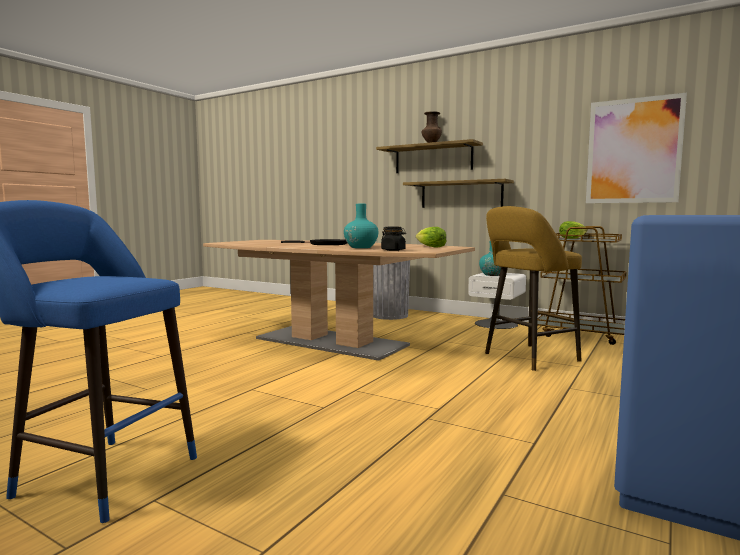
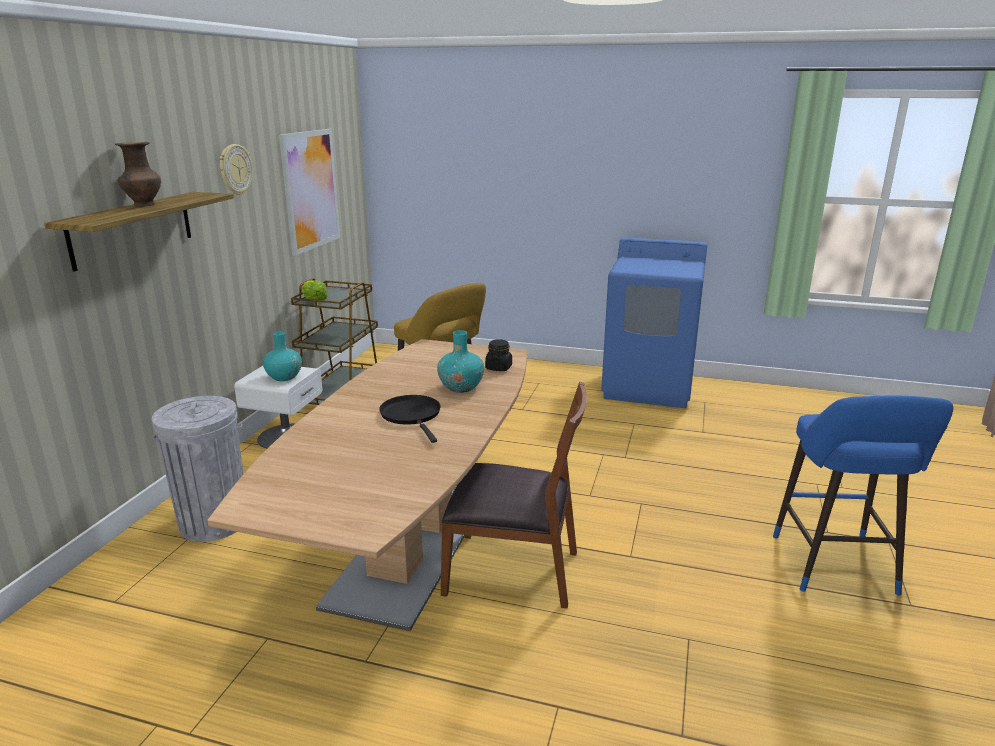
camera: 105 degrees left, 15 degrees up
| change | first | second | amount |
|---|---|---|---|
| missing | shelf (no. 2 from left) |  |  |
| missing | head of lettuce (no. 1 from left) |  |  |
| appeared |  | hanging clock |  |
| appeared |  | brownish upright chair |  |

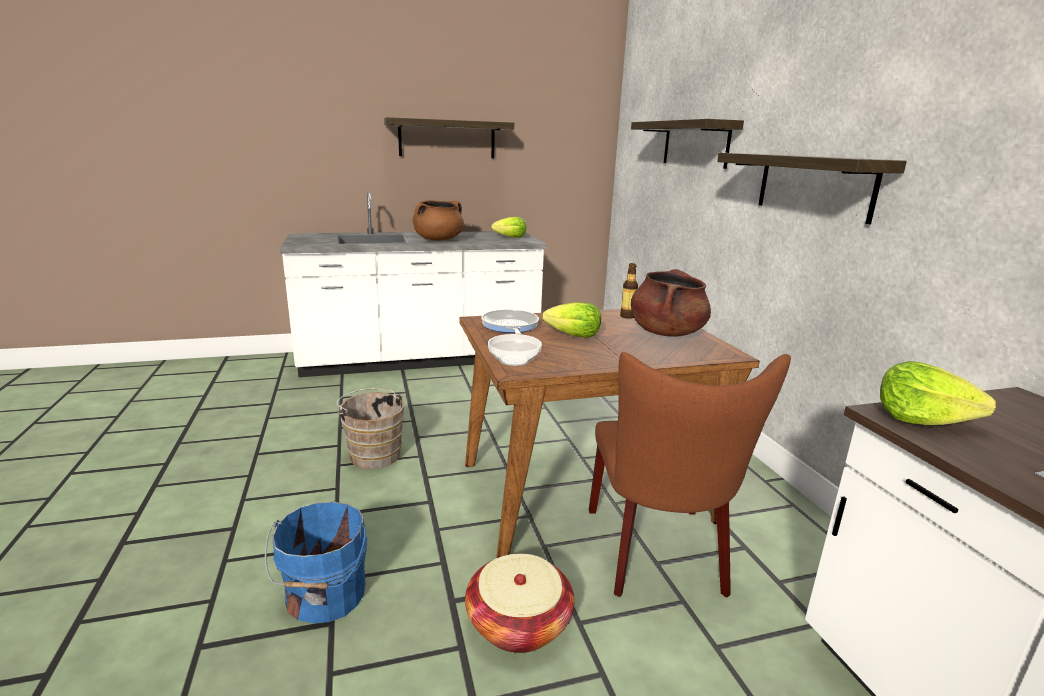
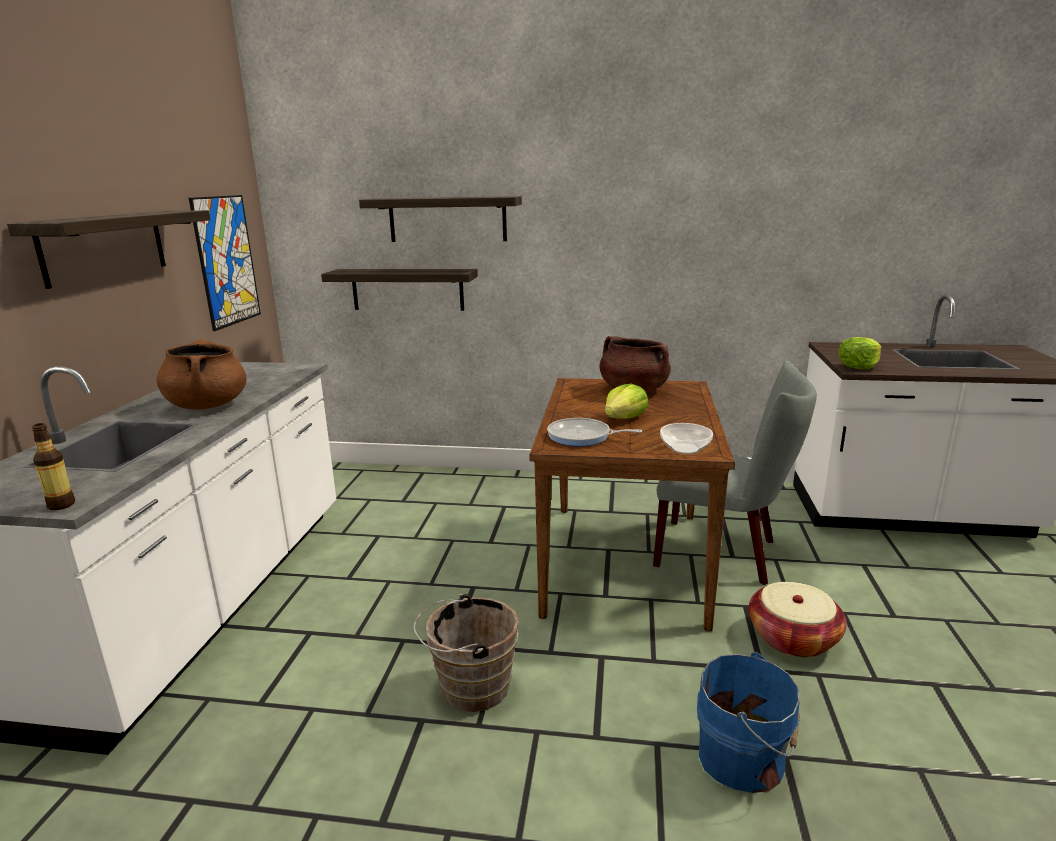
camera: 65 degrees left, 0 degrees up
| change | first | second | amount |
|---|---|---|---|
| missing | head of lettuce (no. 1 from left) |  |  |
| appeared |  | picture |  |
| relocated | bottle |  |  |
| relocated | shelf (no. 3 from left in the first image) | shelf (no. 2 from left) |  |
| colour | brownish upright chair | grey upright chair |  |

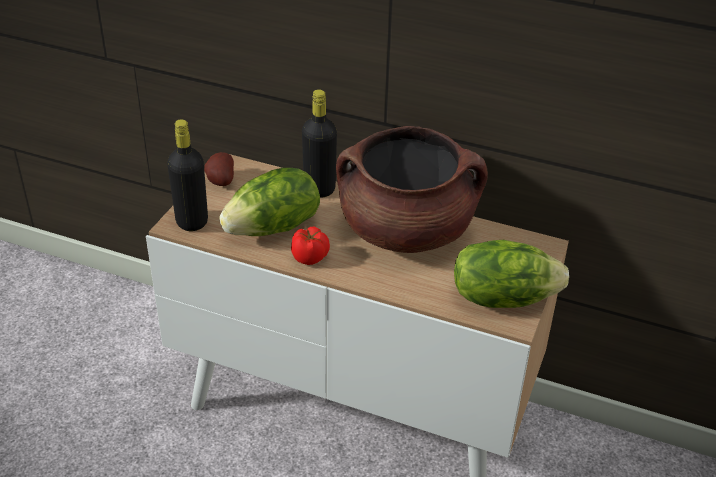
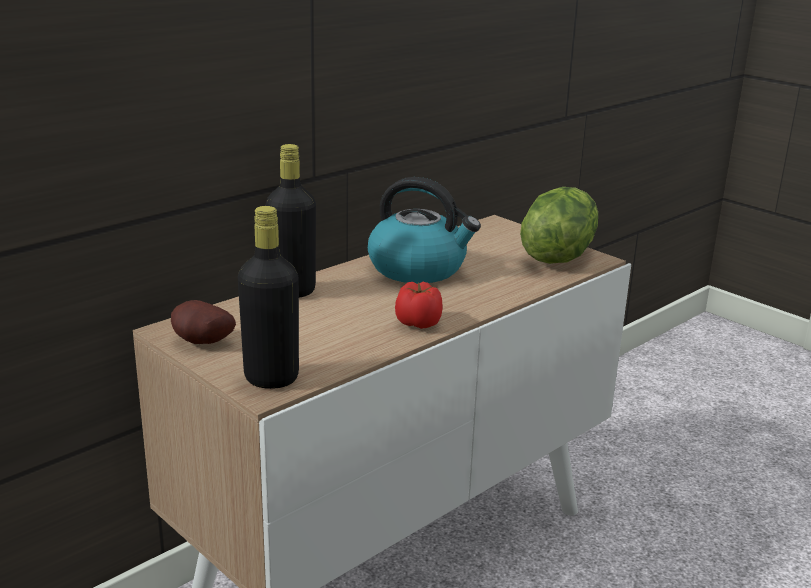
camera: 65 degrees left, 15 degrees down
| change | first | second | amount |
|---|---|---|---|
| missing | head of lettuce (no. 1 from left) |  |  |
| exchanged | brownish cooking pot | water kettle |  |

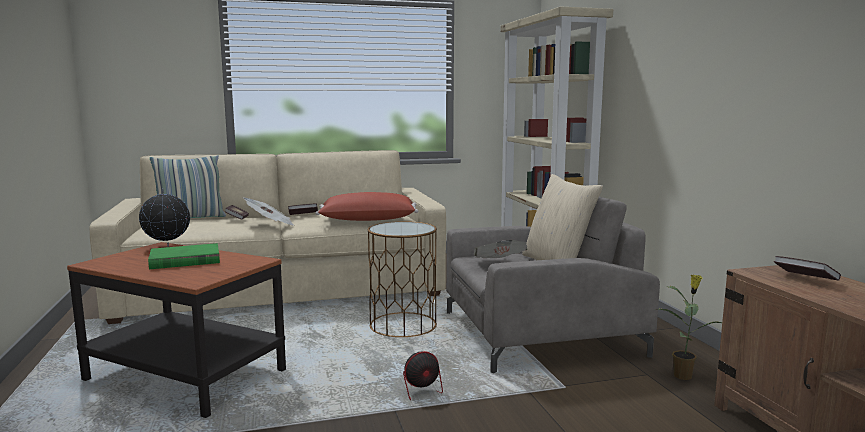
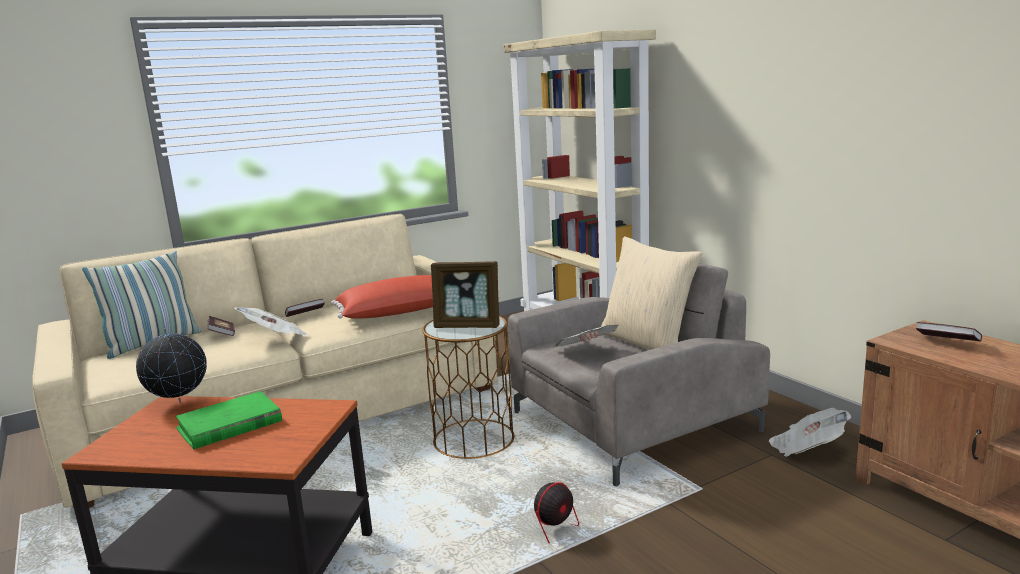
camera: 15 degrees left, 5 degrees up
| change | first | second | amount |
|---|---|---|---|
| appeared |  | standing frame |  |
| exchanged | plant in a pot | printed paper (no. 3 from left) |  |

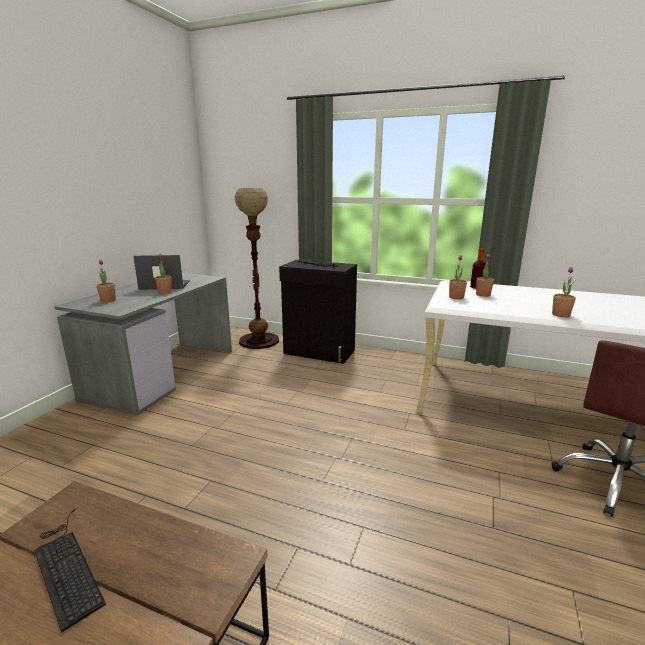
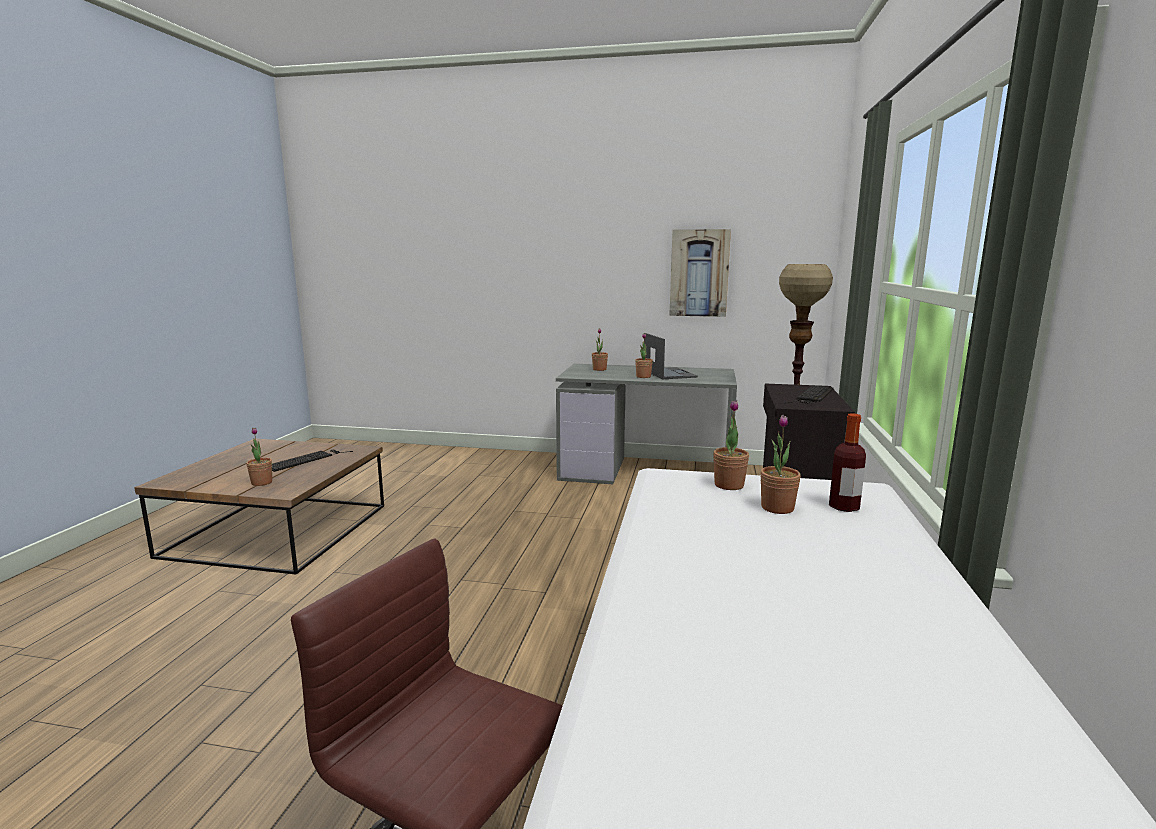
camera: 80 degrees right, 5 degrees down
| change | first | second | amount |
|---|---|---|---|
| appeared |  | picture |  |
| relocated | plant in a pot (no. 5 from left in the first image) | plant in a pot (no. 1 from left) |  |

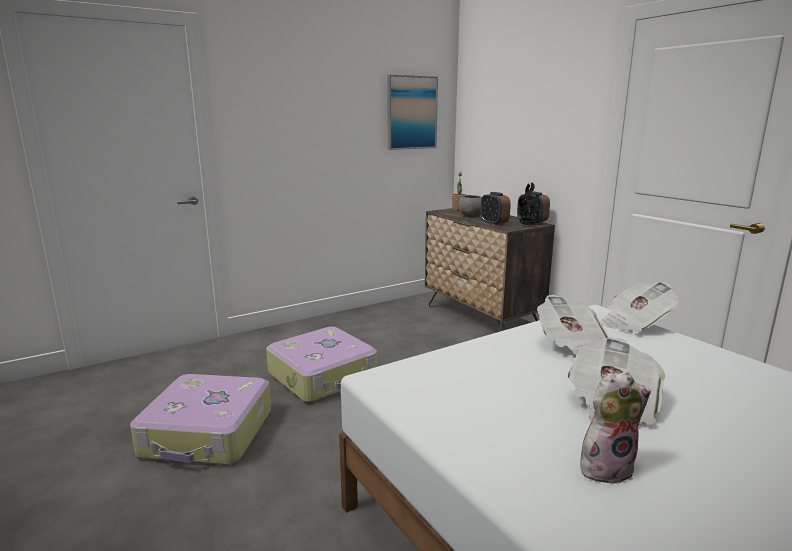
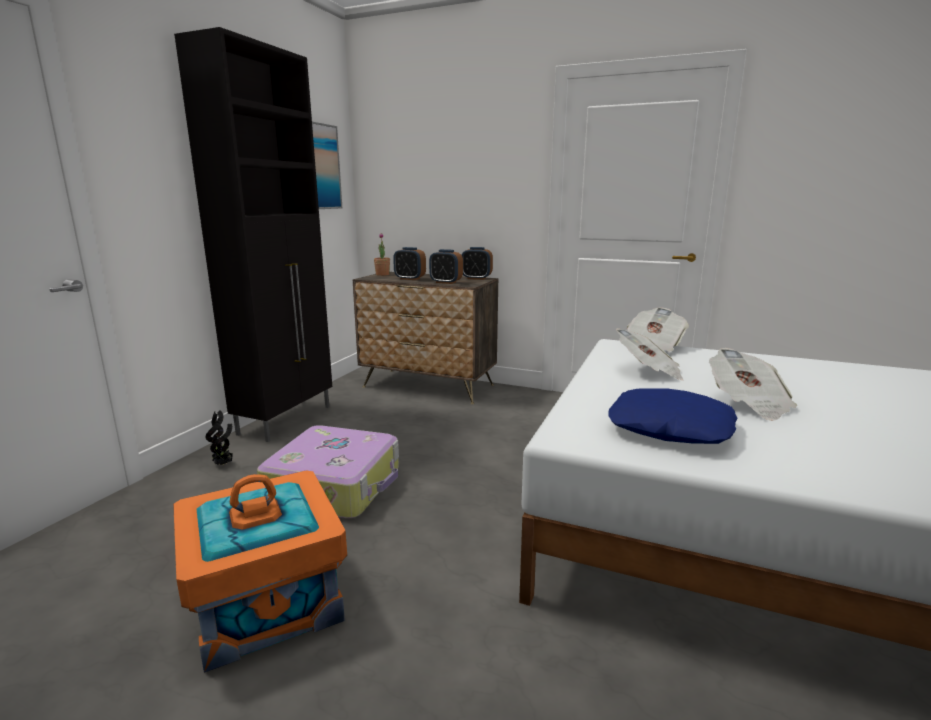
camera: 35 degrees left, 0 degrees up
| change | first | second | amount |
|---|---|---|---|
| missing | plush toy |  |  |
| appeared |  | blackish cupboard |  |
| appeared |  | bluish cushion |  |
| relocated | plant in a pot (no. 2 from left in the first image) | plant in a pot (no. 1 from left) |  |
| exchanged | suitcase (no. 1 from left) | orangey storage box |  |
| exchanged | grey bowl | table clock (no. 1 from left) |  |

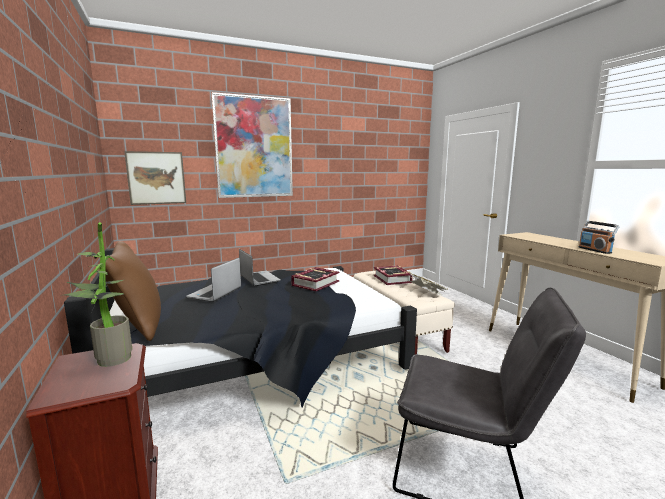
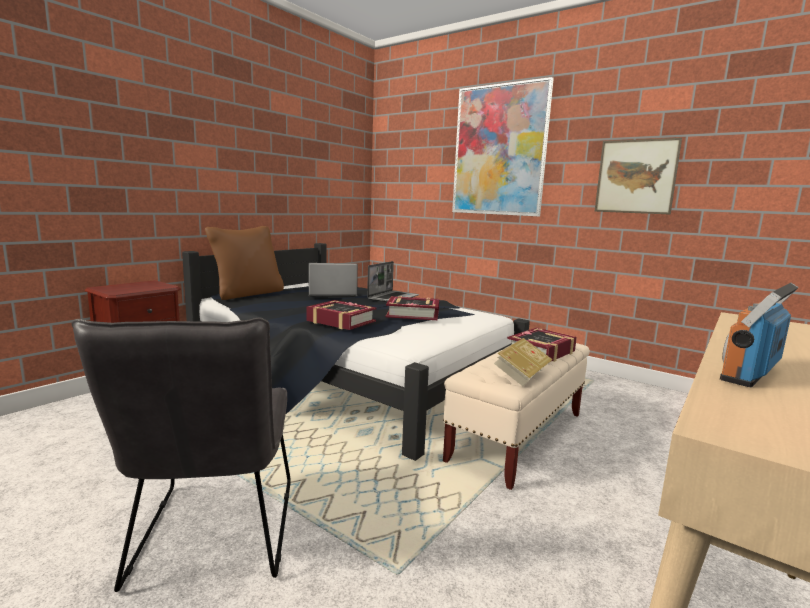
camera: 60 degrees right, 0 degrees up
| change | first | second | amount |
|---|---|---|---|
| missing | plant in a pot |  |  |
| appeared |  | volume (no. 1 from left) |  |
| relocated | picture (no. 1 from left in the first image) | picture (no. 2 from left) |  |

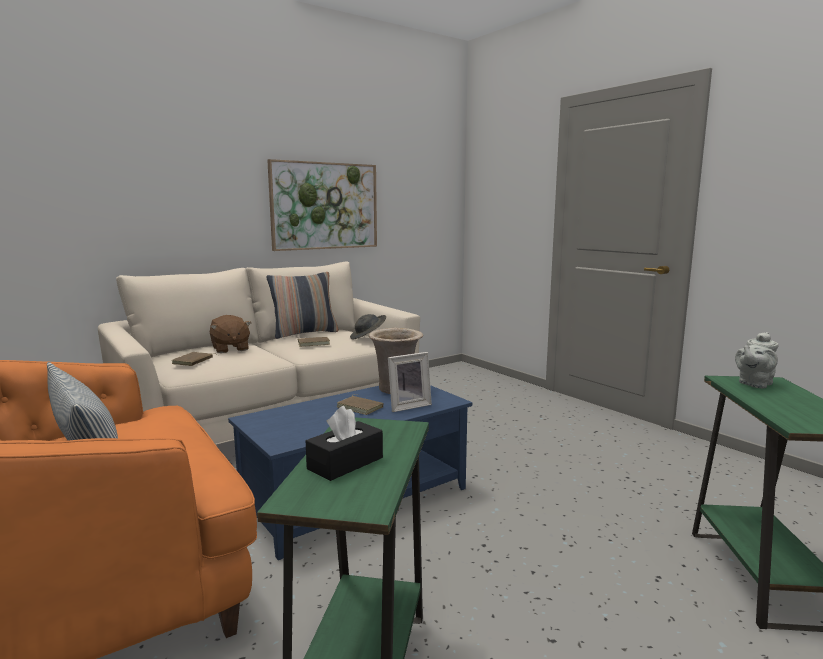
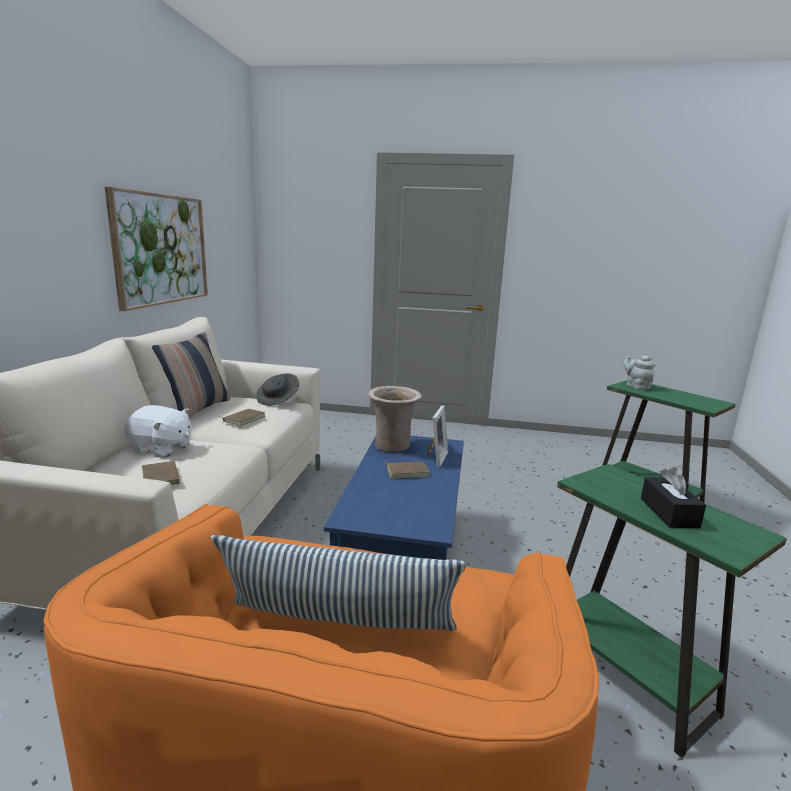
camera: 45 degrees left, 5 degrees up
| change | first | second | amount |
|---|---|---|---|
| colour | brownish plush toy | whitish plush toy |  |
| spun | grey tea pot |  | 150 degrees clockwise |

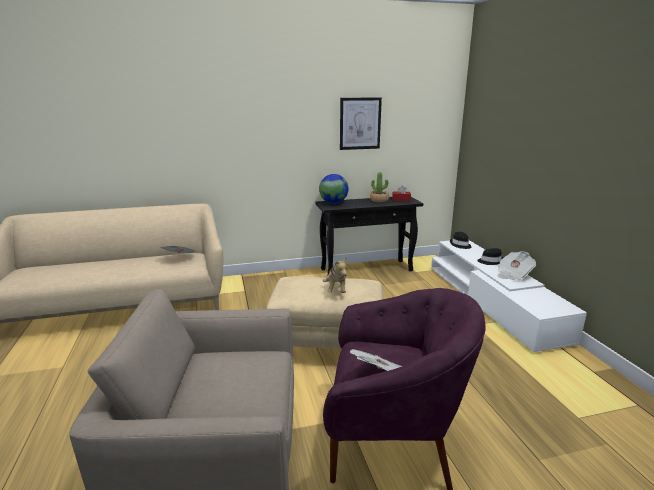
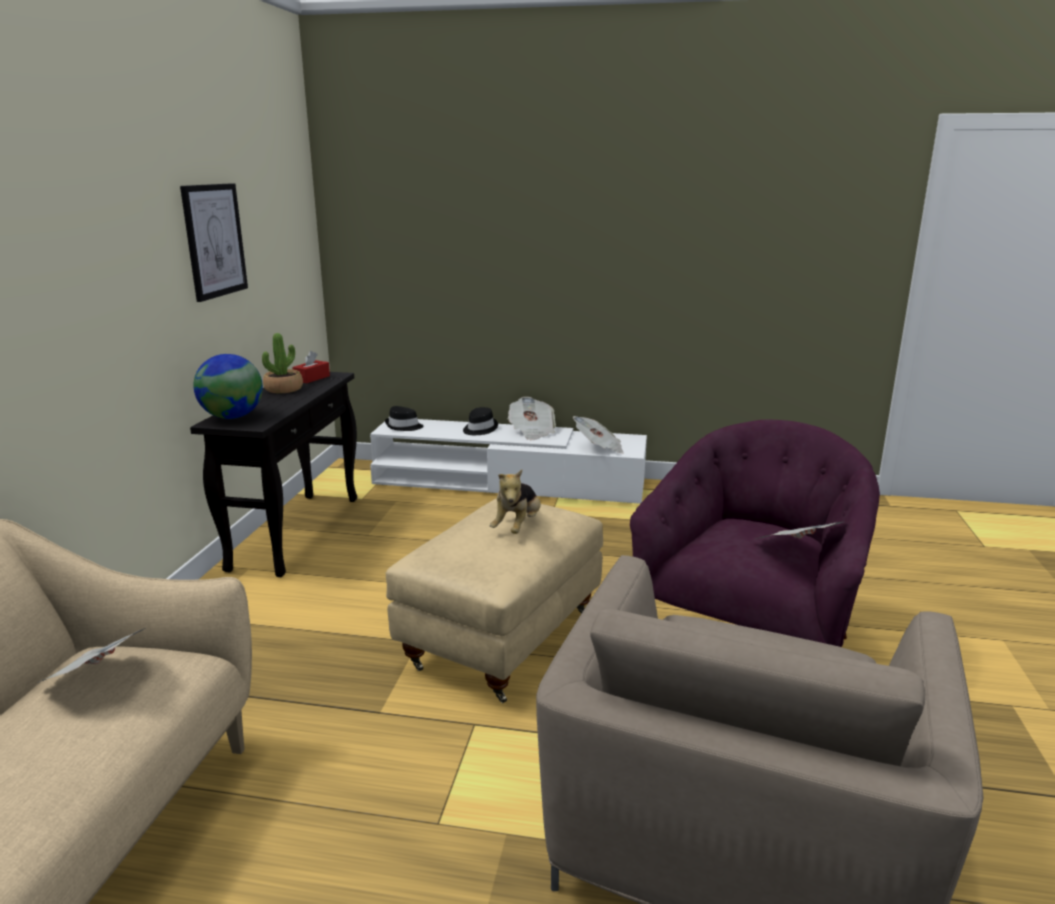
camera: 65 degrees left, 0 degrees up
| change | first | second | amount |
|---|---|---|---|
| appeared |  | printed paper (no. 3 from left) |  |
| spun | plush toy |  | 90 degrees clockwise |

